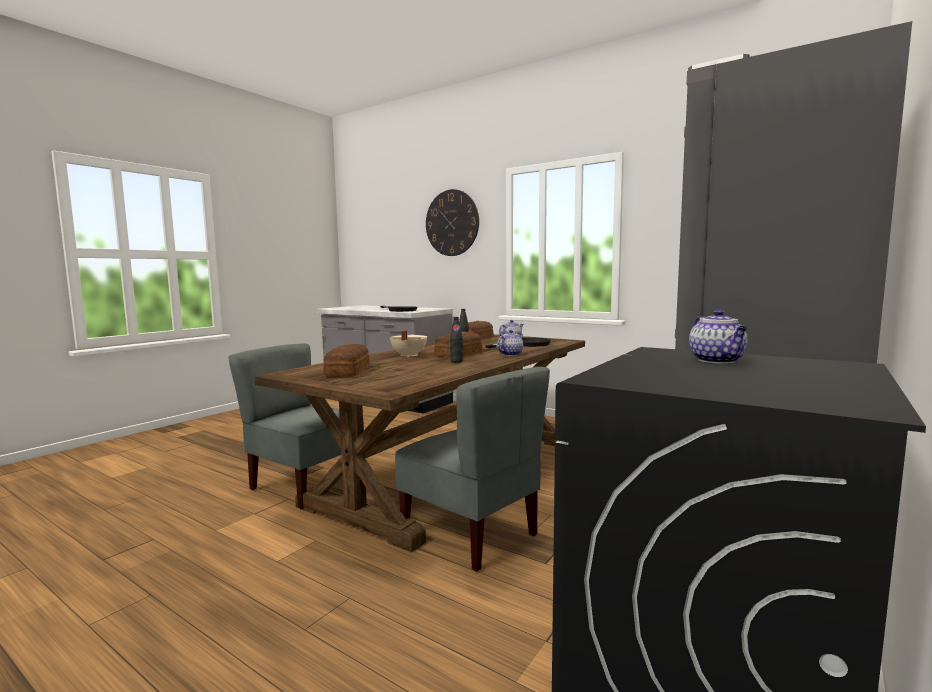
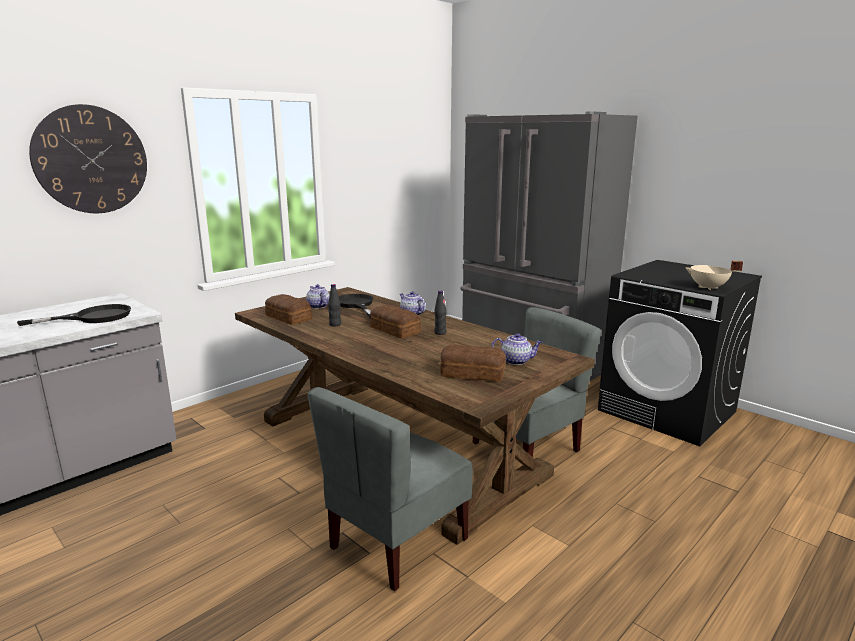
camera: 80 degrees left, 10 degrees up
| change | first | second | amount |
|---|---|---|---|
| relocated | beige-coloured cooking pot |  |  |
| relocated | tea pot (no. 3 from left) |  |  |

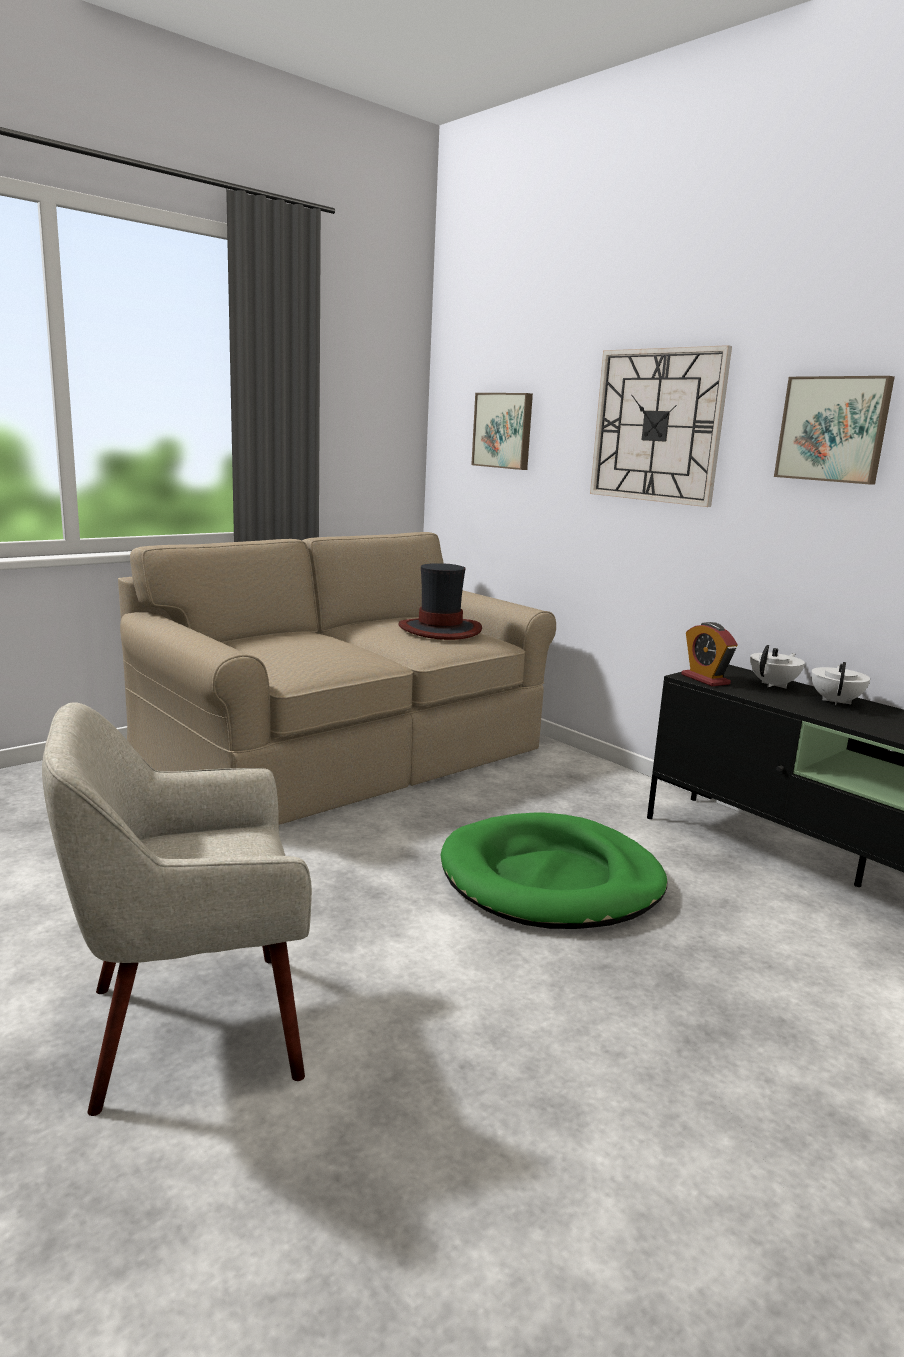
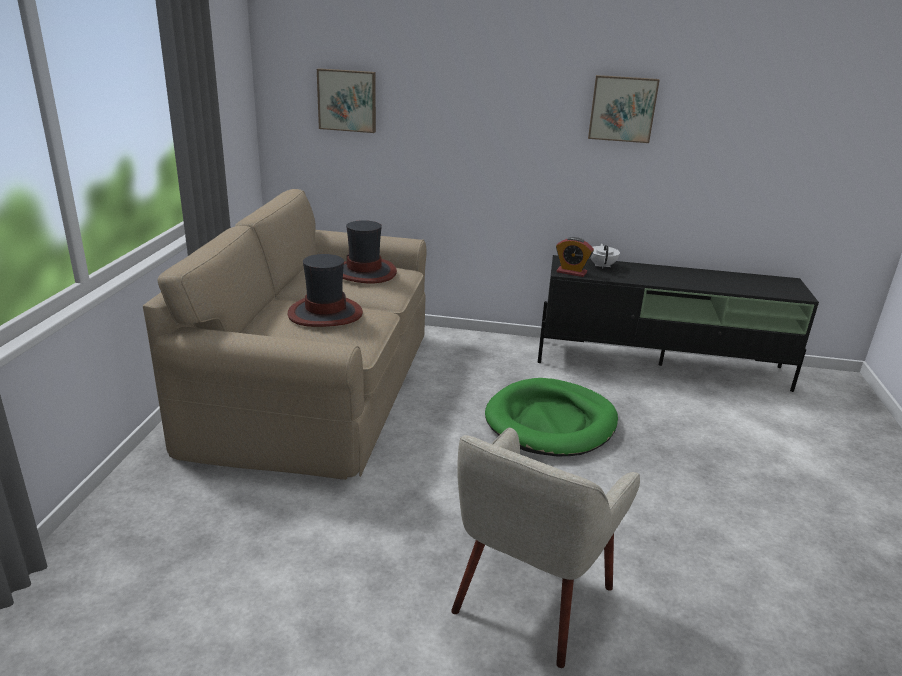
camera: 40 degrees left, 10 degrees up
| change | first | second | amount |
|---|---|---|---|
| missing | hanging clock |  |  |
| missing | whitish tea pot (no. 2 from left) |  |  |
| appeared |  | hat (no. 1 from left) |  |

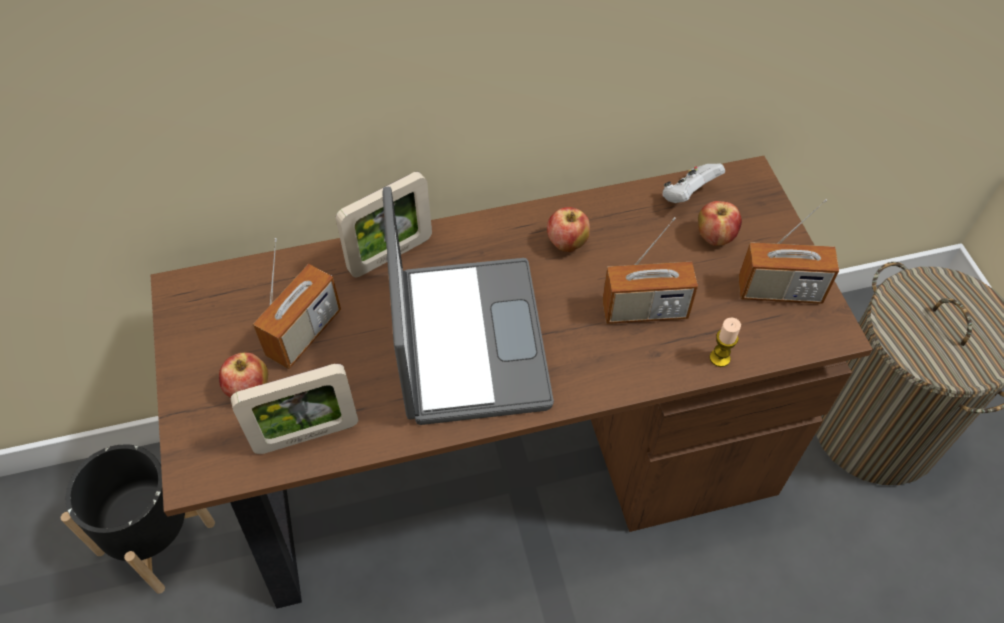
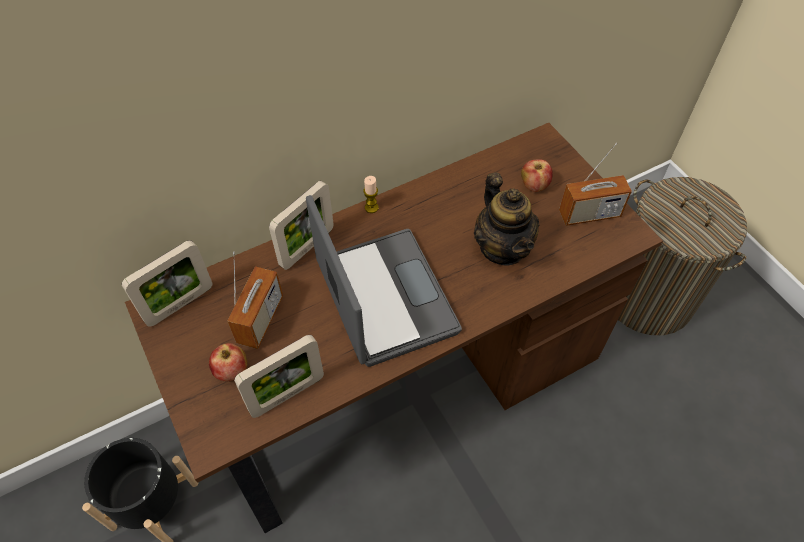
camera: 15 degrees left, 0 degrees up
| change | first | second | amount |
|---|---|---|---|
| missing | apple (no. 2 from left) |  |  |
| missing | whitish joypad |  |  |
| appeared |  | standing frame (no. 1 from left) |  |
| relocated | wax light |  |  |
| exchanged | radio set (no. 2 from left) | tea pot |  |

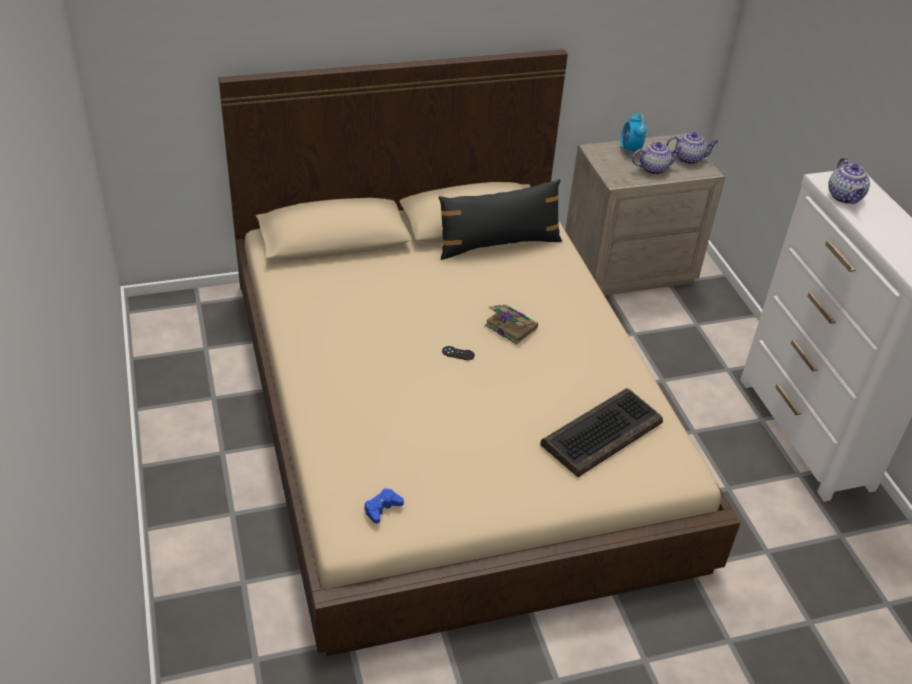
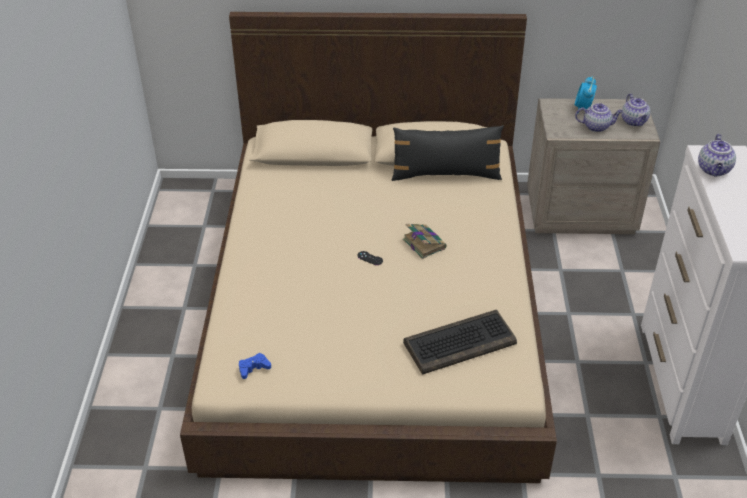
camera: 20 degrees right, 0 degrees up
| change | first | second | amount |
|---|---|---|---|
| spun | tea pot (no. 2 from left) |  | 60 degrees clockwise |

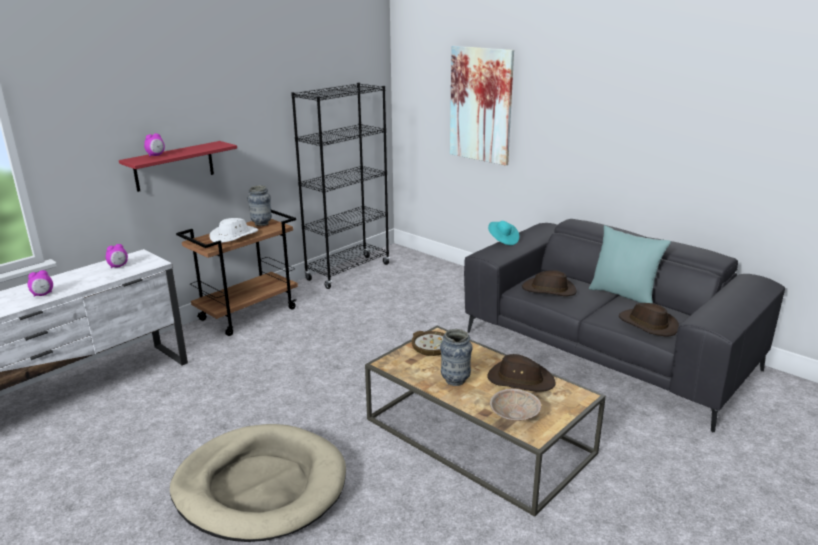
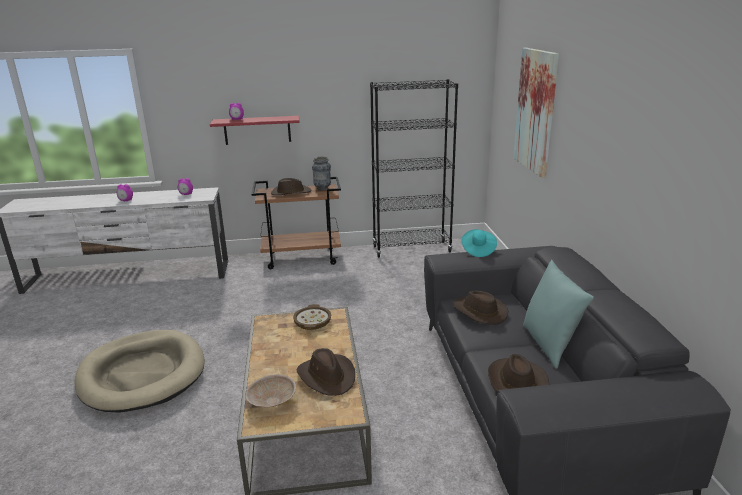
camera: 40 degrees right, 0 degrees up
| change | first | second | amount |
|---|---|---|---|
| missing | decorative vase (no. 2 from left) |  |  |
| colour | whitish hat | brownish hat (no. 1 from left) |  |

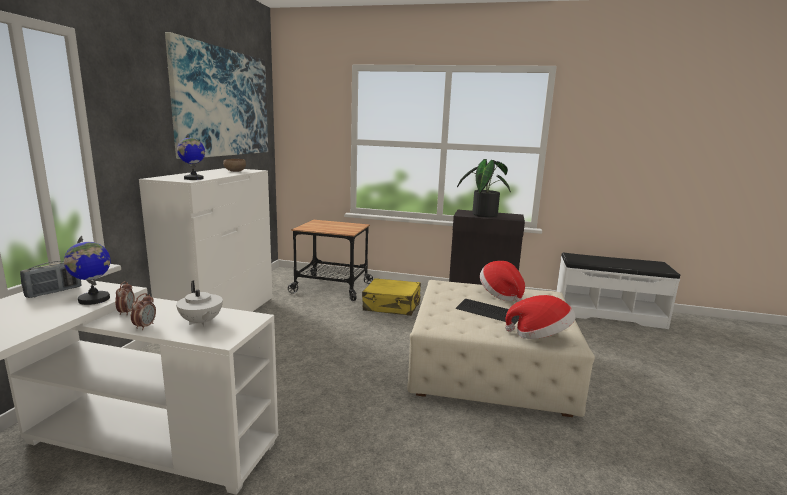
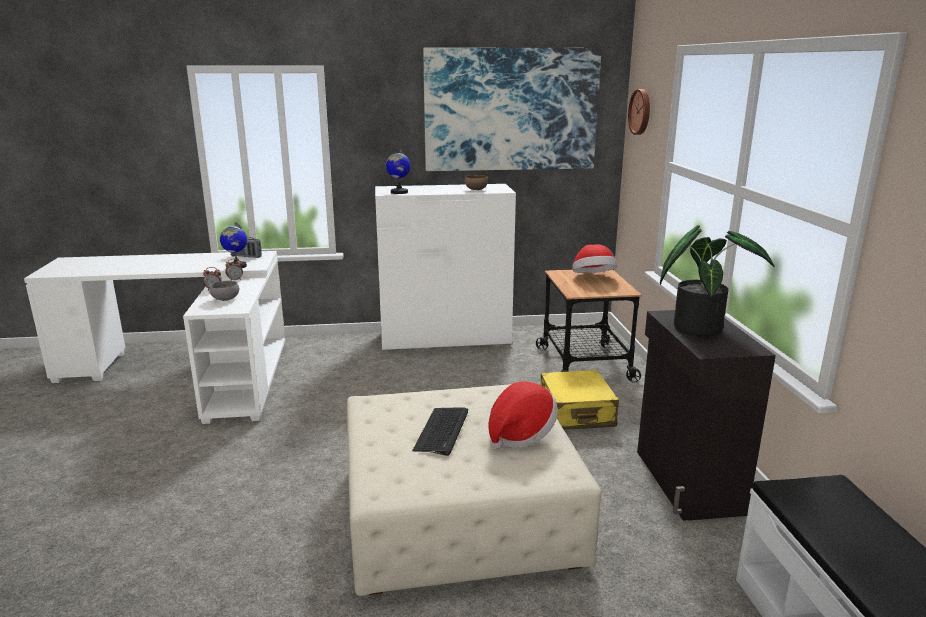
camera: 70 degrees right, 5 degrees up
| change | first | second | amount |
|---|---|---|---|
| appeared |  | hanging clock |  |
| relocated | hat (no. 2 from left) |  |  |
| exchanged | whitish tea pot | grey bowl |  |

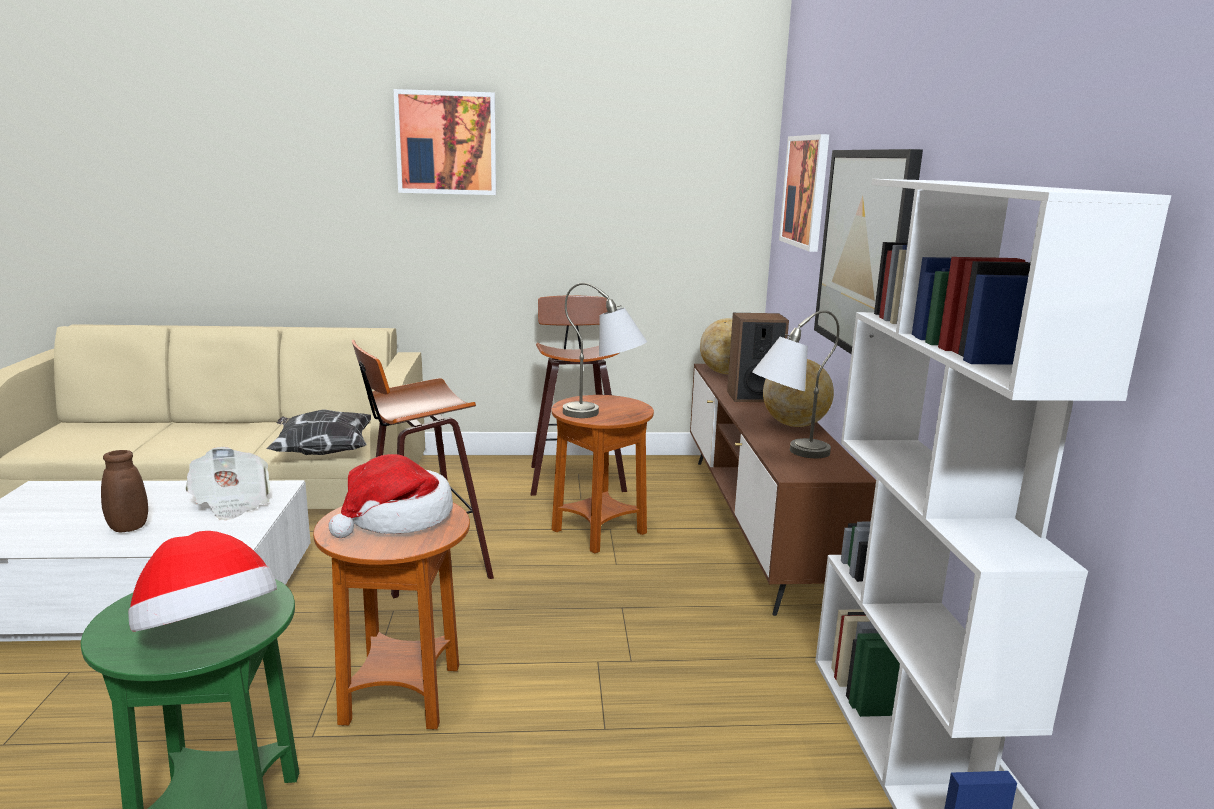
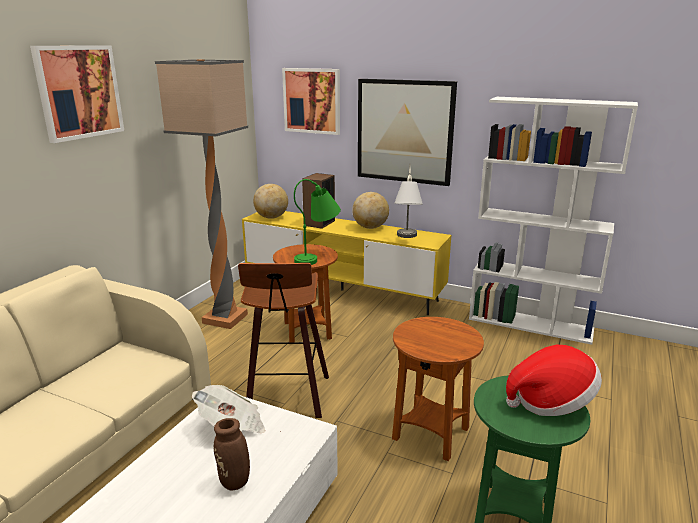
camera: 60 degrees left, 5 degrees up
| change | first | second | amount |
|---|---|---|---|
| missing | cushion |  |  |
| missing | hat (no. 2 from left) |  |  |
| exchanged | stool (no. 2 from left) | standard lamp |  |
| colour | grey tabletop lamp (no. 1 from left) | greenish tabletop lamp |  |
| colour | brownish tv stand | yellowish tv stand |  |

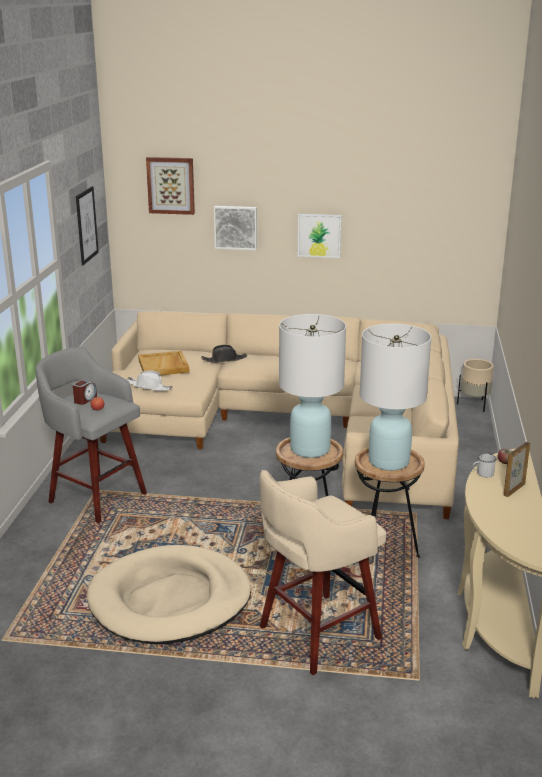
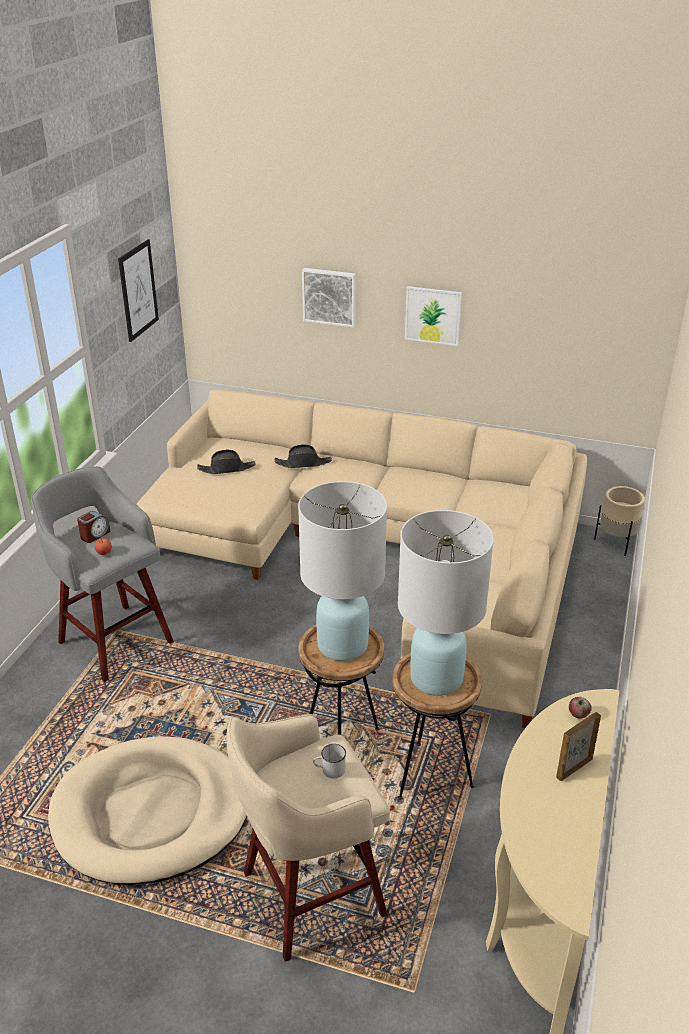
camera: 10 degrees right, 10 degrees up
| change | first | second | amount |
|---|---|---|---|
| missing | whitish hat |  |  |
| missing | picture (no. 2 from left) |  |  |
| relocated | whitish coffee mug |  |  |
| exchanged | beige-coloured tray | blackish hat (no. 1 from left) |  |

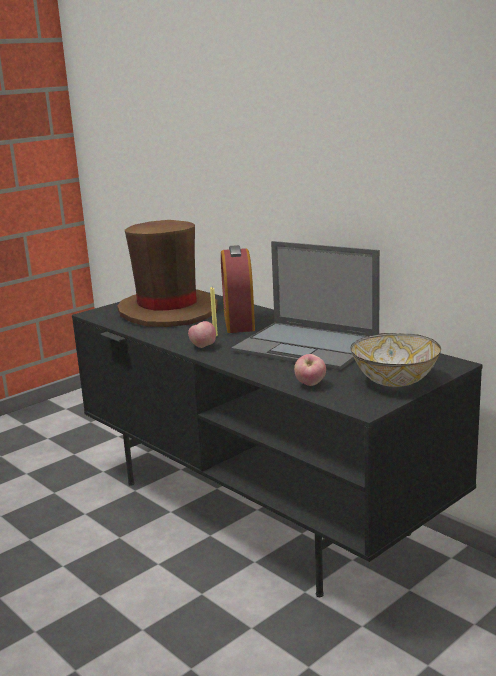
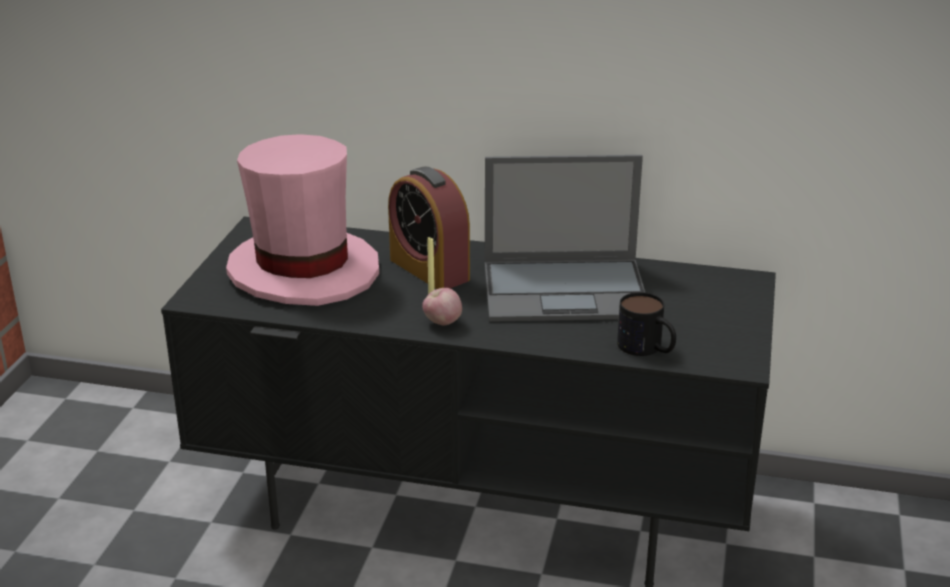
camera: 35 degrees left, 10 degrees up
| change | first | second | amount |
|---|---|---|---|
| missing | bowl |  |  |
| exchanged | apple (no. 2 from left) | coffee mug |  |
| colour | brownish hat | pink-coloured hat |  |

